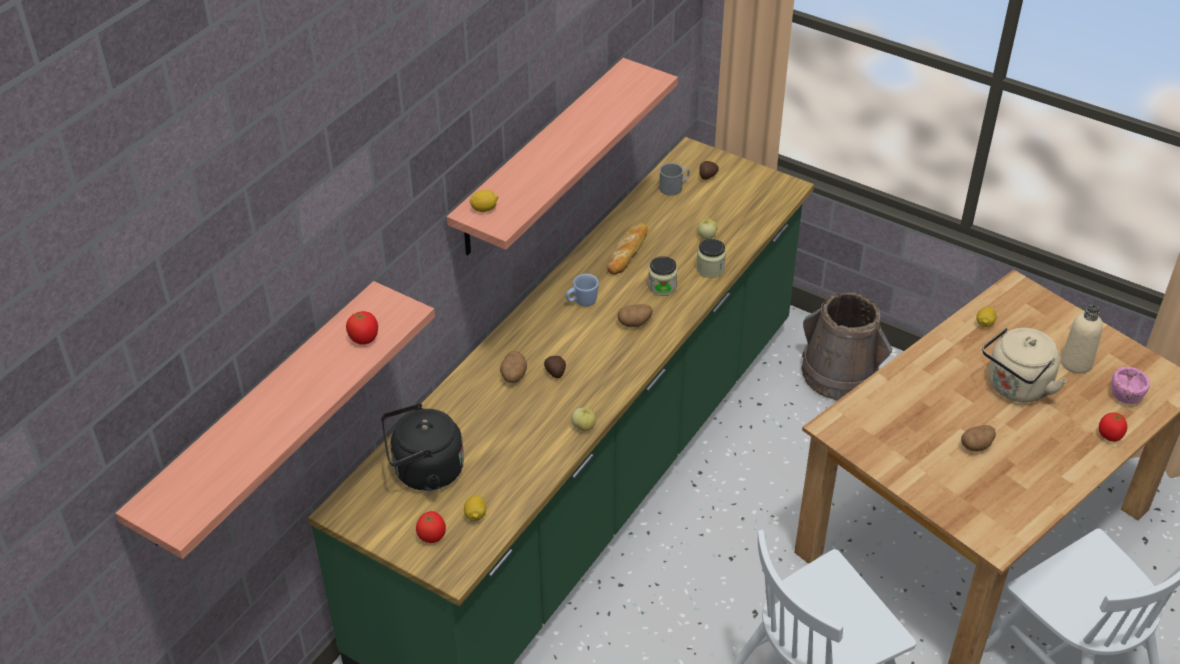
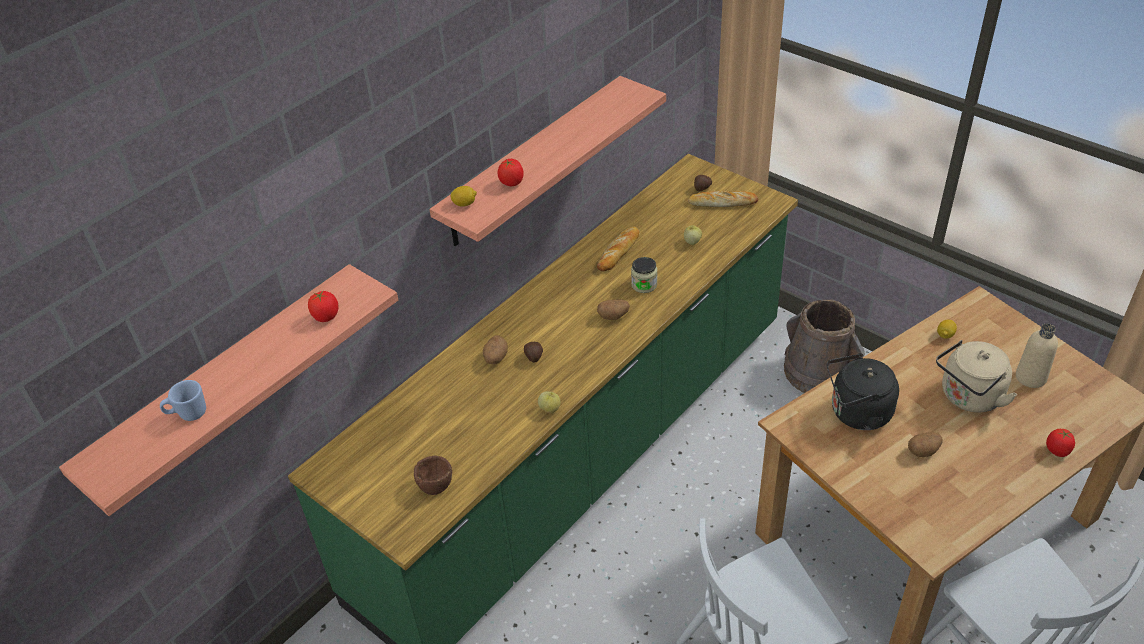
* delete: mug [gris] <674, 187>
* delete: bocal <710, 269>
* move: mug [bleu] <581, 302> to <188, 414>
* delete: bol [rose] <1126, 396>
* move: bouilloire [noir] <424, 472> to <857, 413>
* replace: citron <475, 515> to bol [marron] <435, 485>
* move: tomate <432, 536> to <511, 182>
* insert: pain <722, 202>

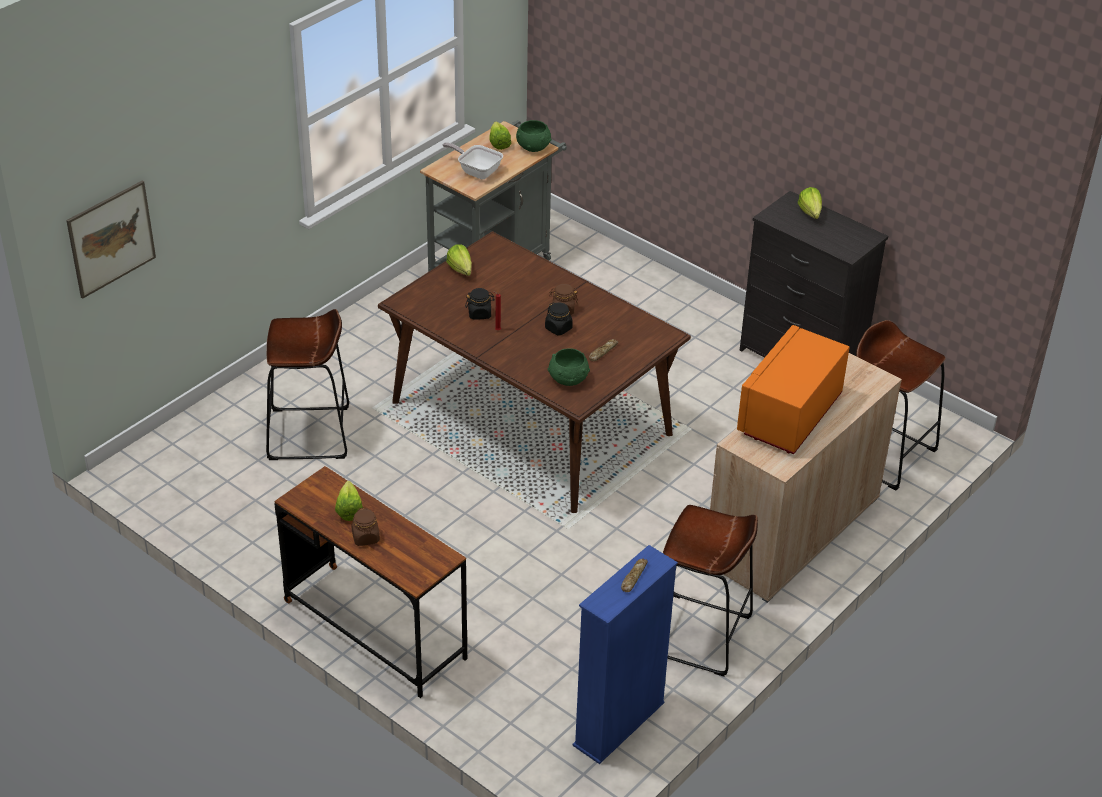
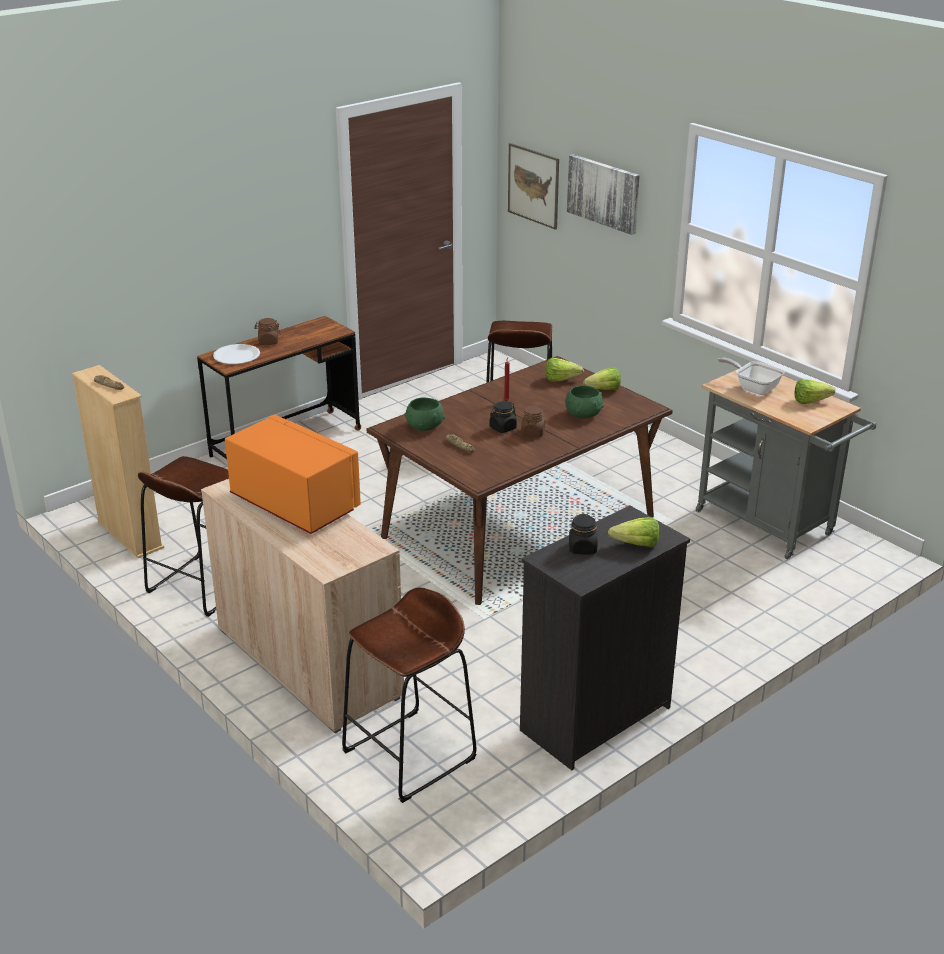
* move: bol [vert] <533, 146> to <584, 414>
* rotate: poêle <476, 171> = <753, 388> 90 degrees counterclockwise
* move: bocal [noir] <480, 313> to <582, 548>
* move: laitue <350, 508> to <564, 380>
* recolor: bibliothèque [bleu] <619, 724> to bibliothèque [beige] <130, 535>
* insert: tableau <604, 193>
* insert: assiette [blanc] <237, 356>

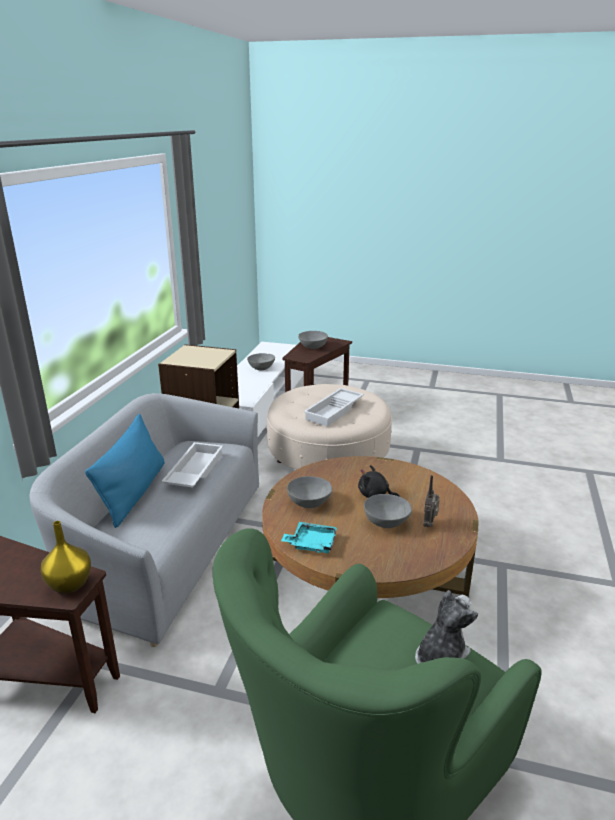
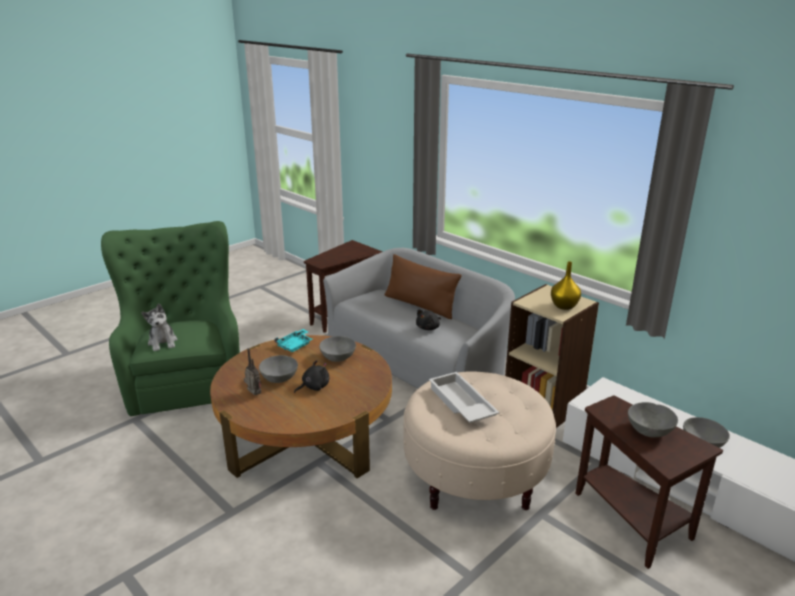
* recolor: coussin [bleu] <134, 492> to coussin [marron] <420, 305>
* replace: plateau [blanc] <193, 471> to peluche [noir] <428, 328>
* move: vase [jaune] <69, 585> to <563, 306>

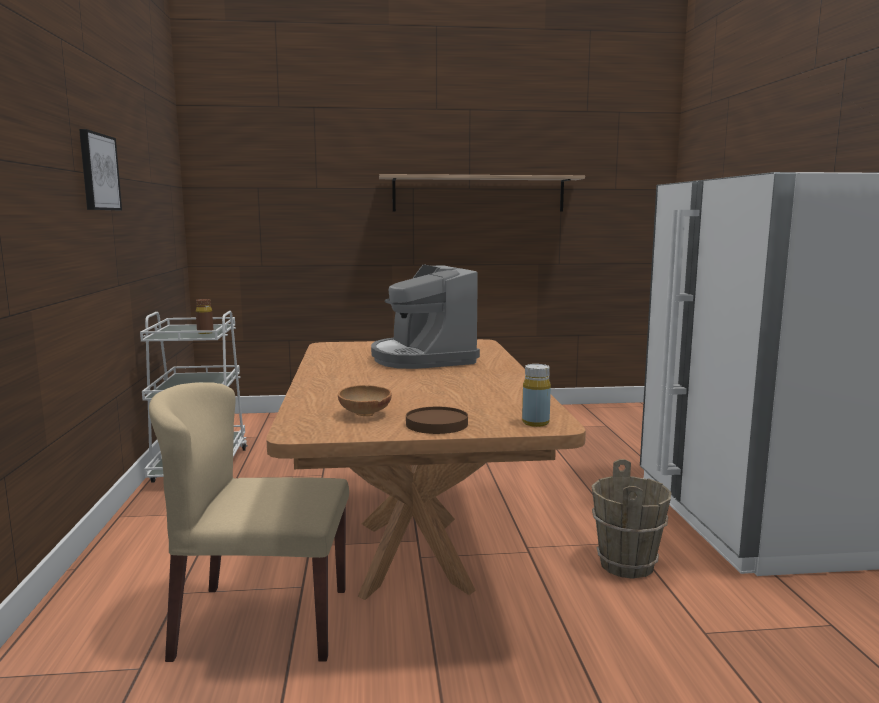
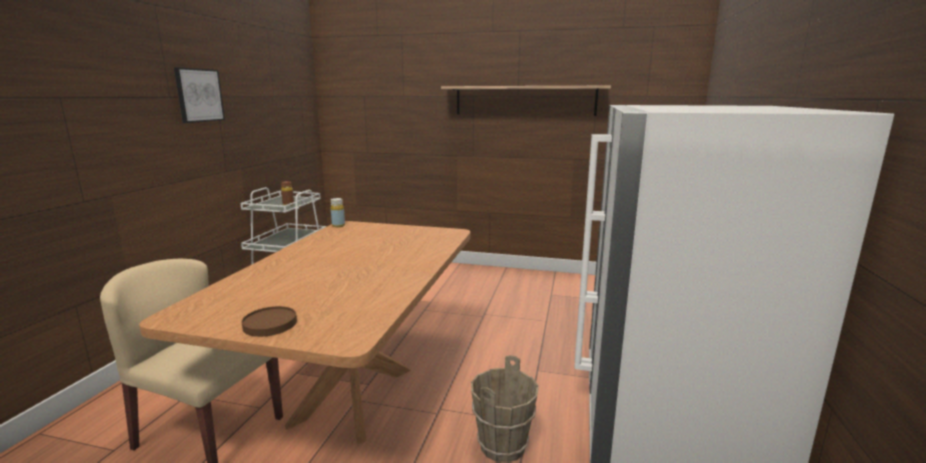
* delete: machine à café <422, 358>
* move: bouteille [jaune] <535, 423> to <338, 225>
* delete: bol [marron] <364, 415>

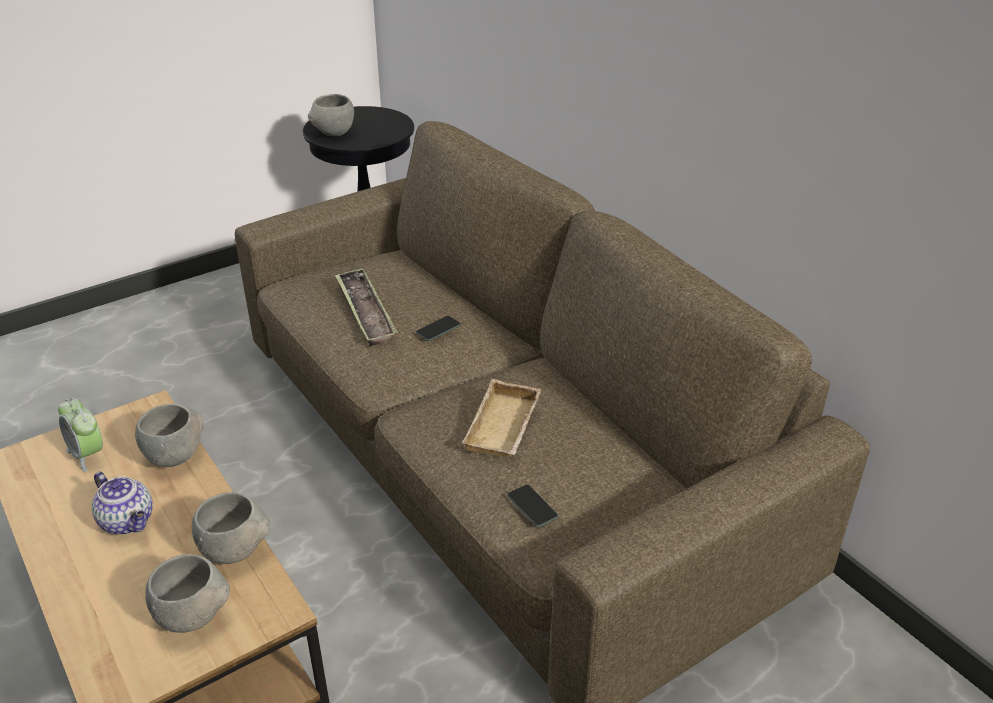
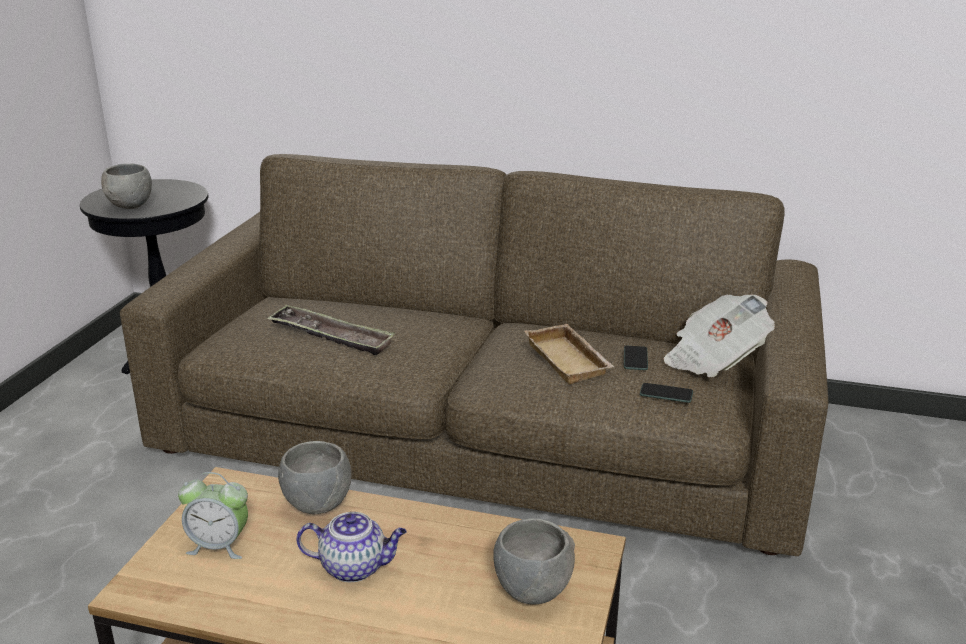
* move: téléphone <438, 329> to <635, 358>
* delete: bol [gris] <235, 552>
* insert: journal <714, 359>

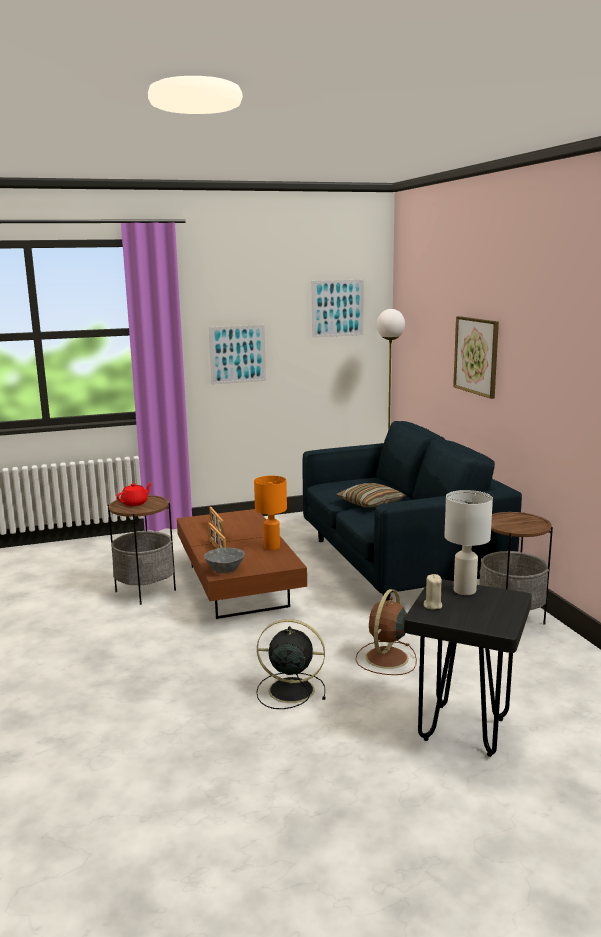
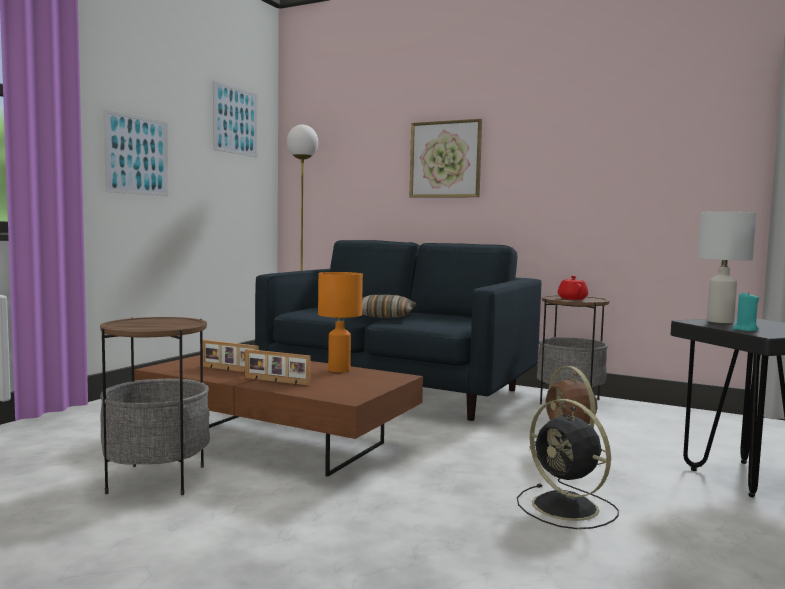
* move: théière [rouge] <135, 503> to <572, 299>
* delete: bol [gris] <225, 569>
* recolor: bougie [beige] <432, 605> to bougie [turquoise] <745, 329>
* rotate: ventilateur [noir] <289, 690> = <567, 508> 90 degrees counterclockwise

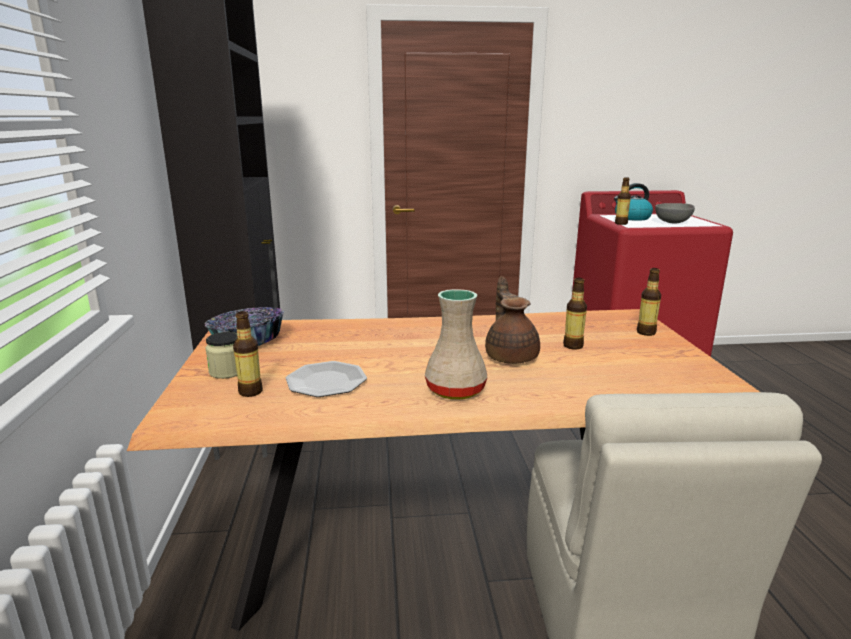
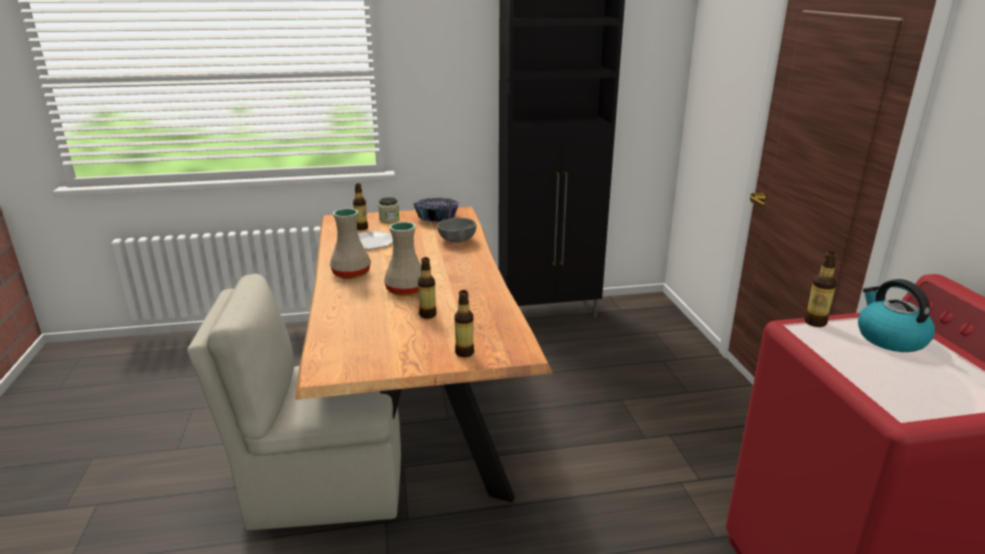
* move: bol [gris] <674, 223> to <456, 241>
* replace: théière [marron] <511, 356> to vase [beige] <407, 291>

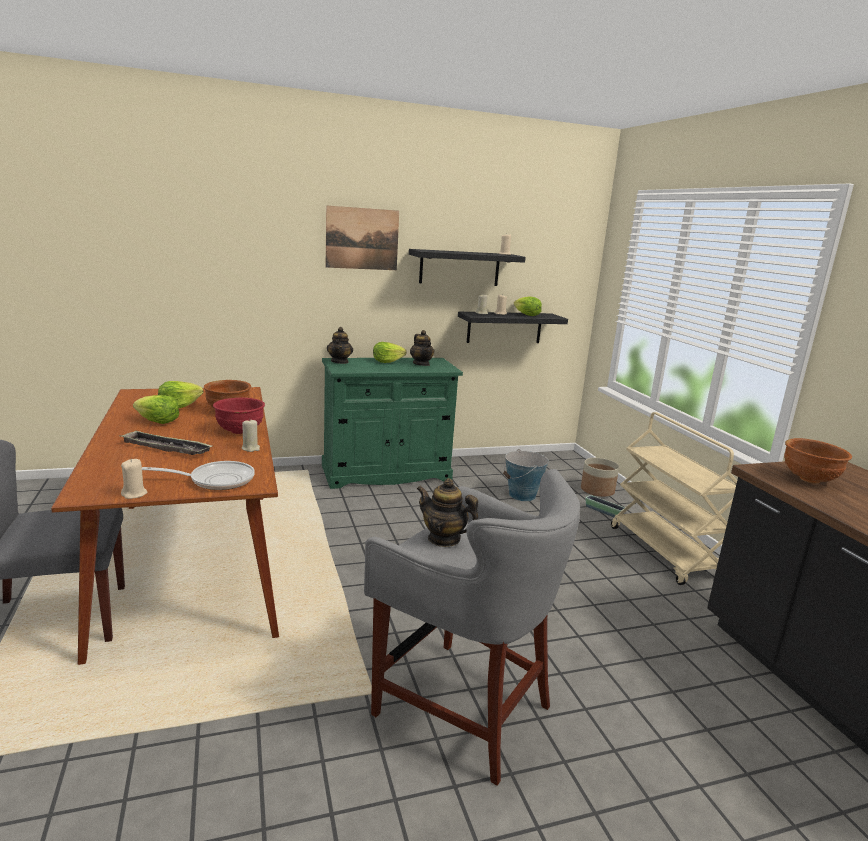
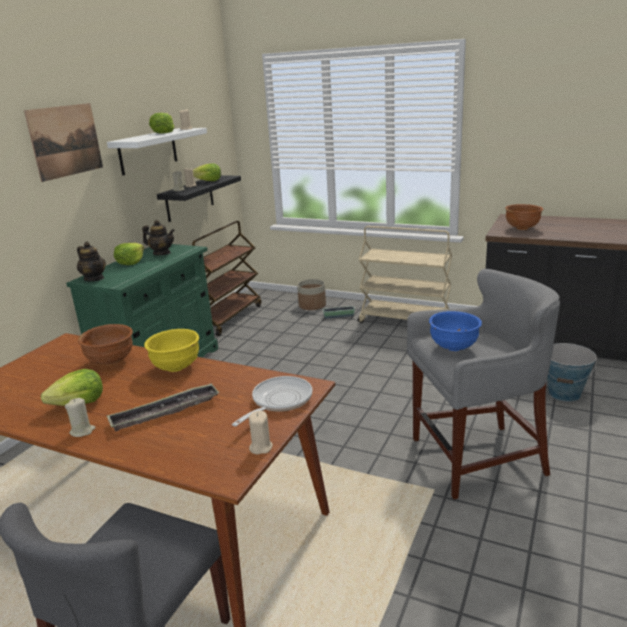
* recolor: étagère [noir] <459, 268> to étagère [blanc] <148, 151>
* move: laitue <179, 405> to <163, 132>
* recolor: bol [rouge] <240, 431> to bol [jaune] <176, 367>
* move: bougie [beige] <251, 448> to <82, 431>
* move: seau <522, 495> to <564, 393>
* replace: théière <444, 539> to bol [bleu] <454, 348>
* insert: chariot [marron] <227, 318>

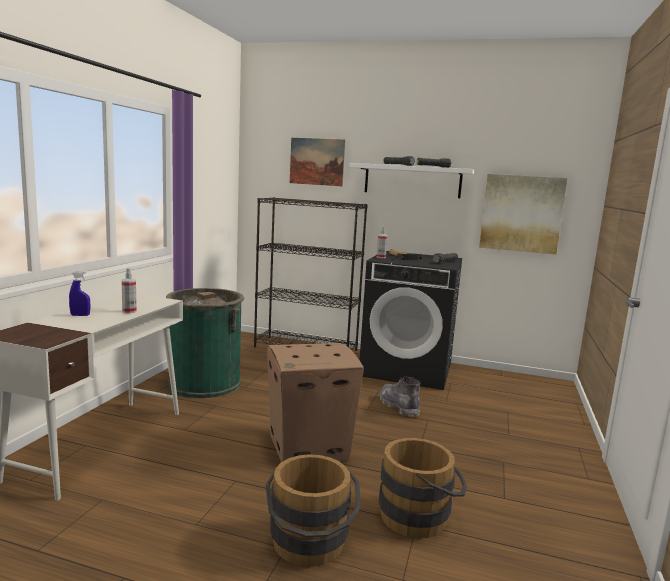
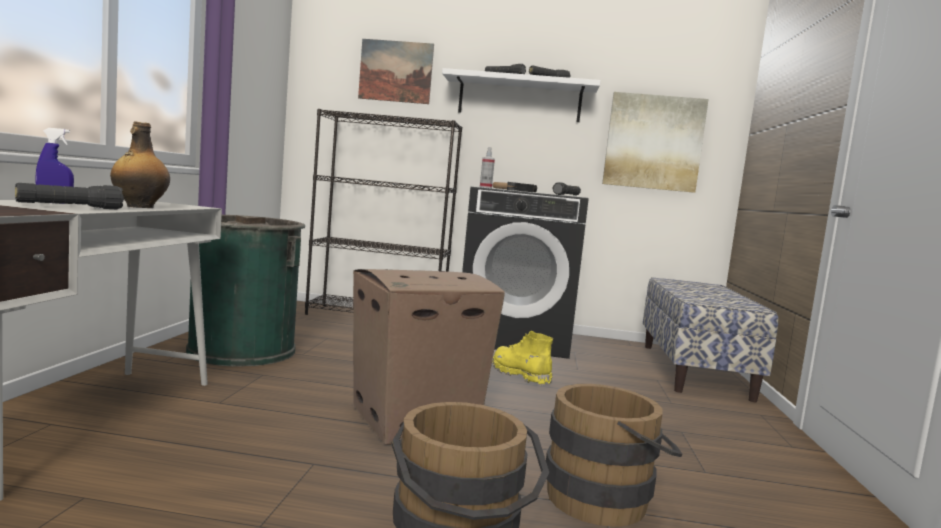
* replace: vaporisateur <129, 311> to bouteille <139, 207>
* recolor: botte [gris] <399, 406> to botte [jaune] <520, 375>
* insert: lampe de poche [noir] <71, 207>
* insert: banc <694, 371>

